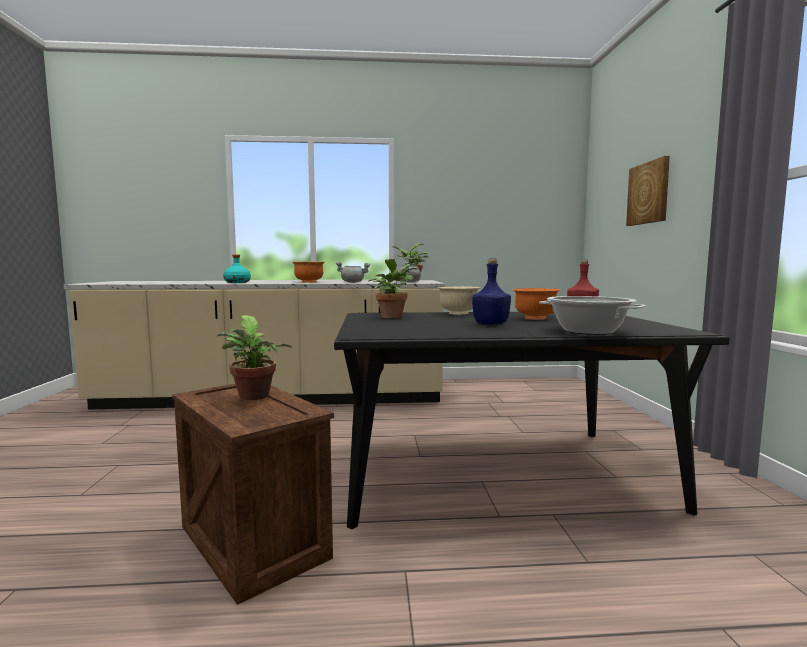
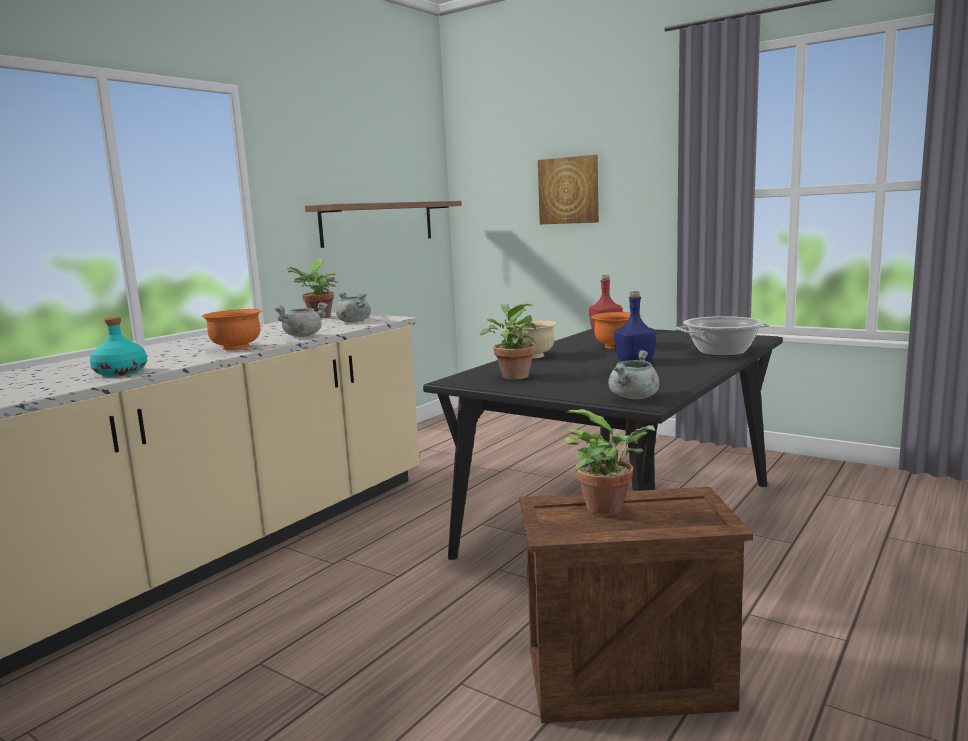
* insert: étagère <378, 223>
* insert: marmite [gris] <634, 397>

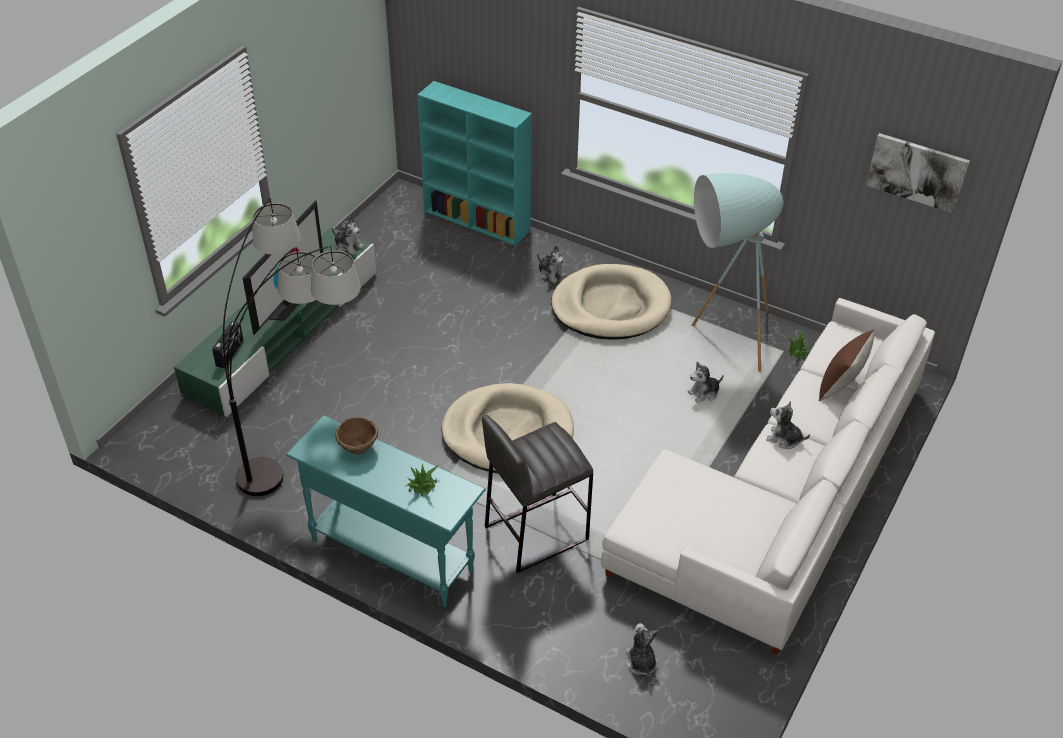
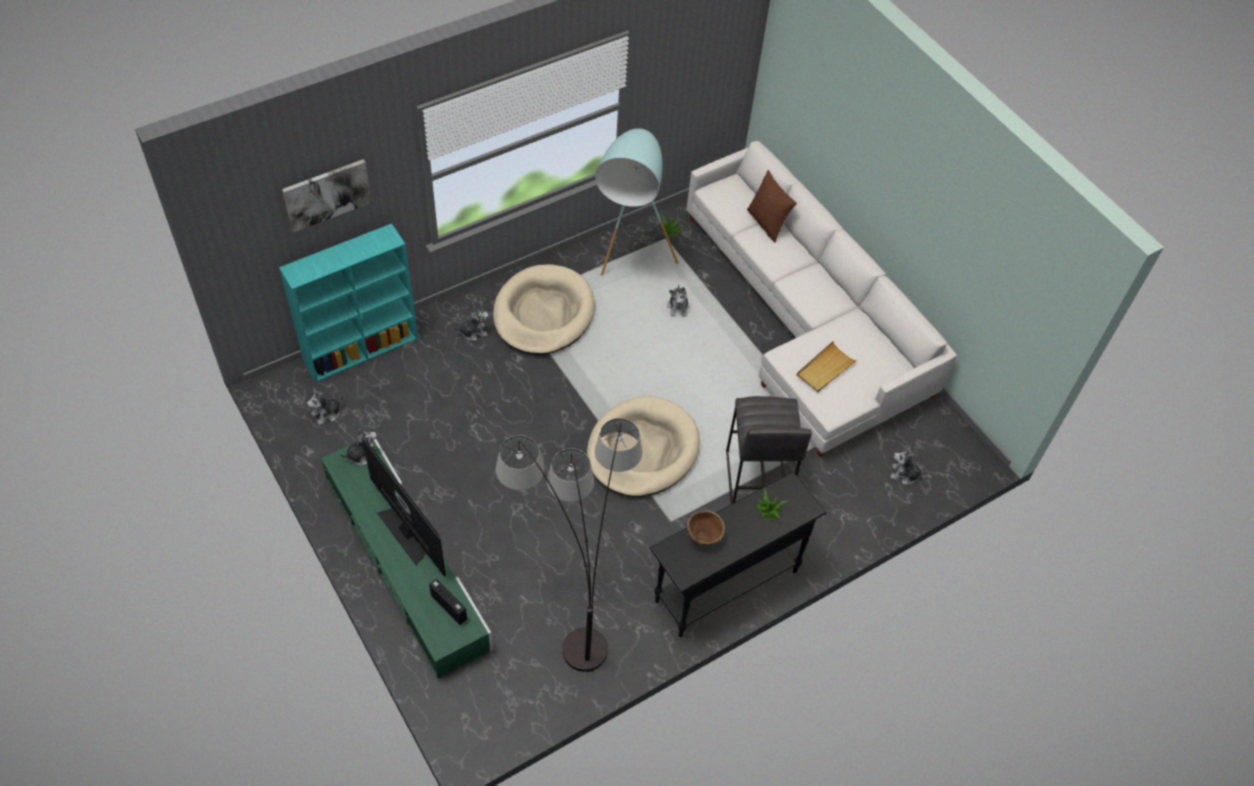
* move: tableau <917, 172> to <327, 194>
* move: peluche <784, 439> to <327, 413>
* recolor: table console [turquoise] <392, 555> to table console [noir] <725, 586>
* insert: plateau [beige] <825, 369>

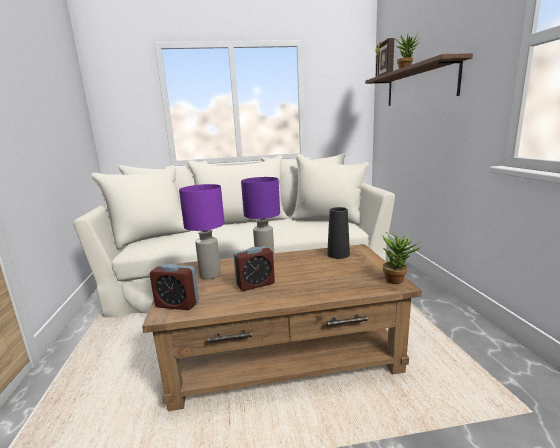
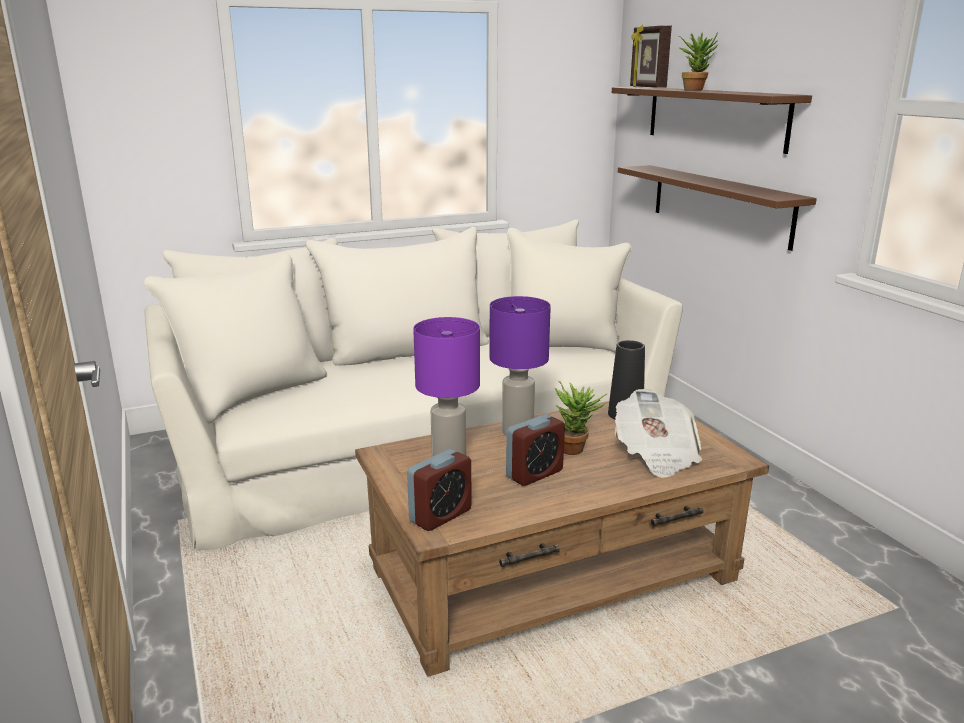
* move: plante en pot <398, 280> to <576, 449>
* rotate: réveil <177, 304> = <440, 515> 45 degrees counterclockwise
* insert: étagère [marron] <719, 204>
* insert: journal <656, 455>

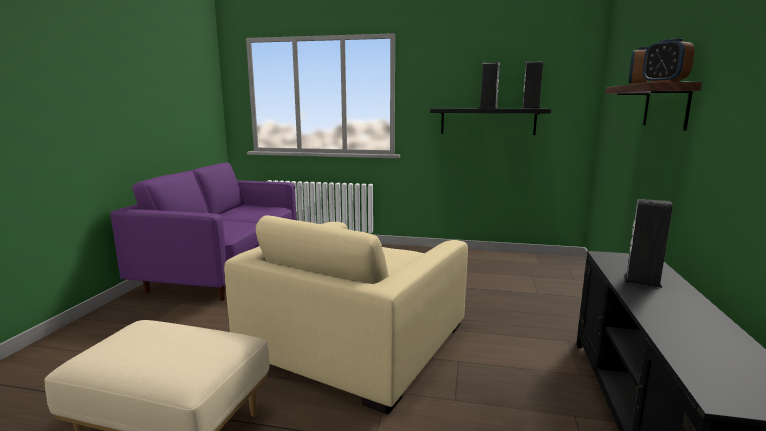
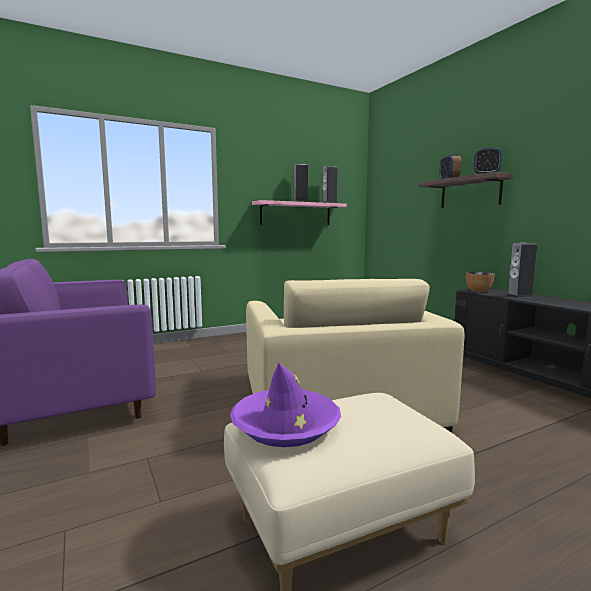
* recolor: étagère [noir] <488, 121> to étagère [rose] <296, 214>
* insert: bol <478, 291>
* insert: chapeau [violet] <285, 426>

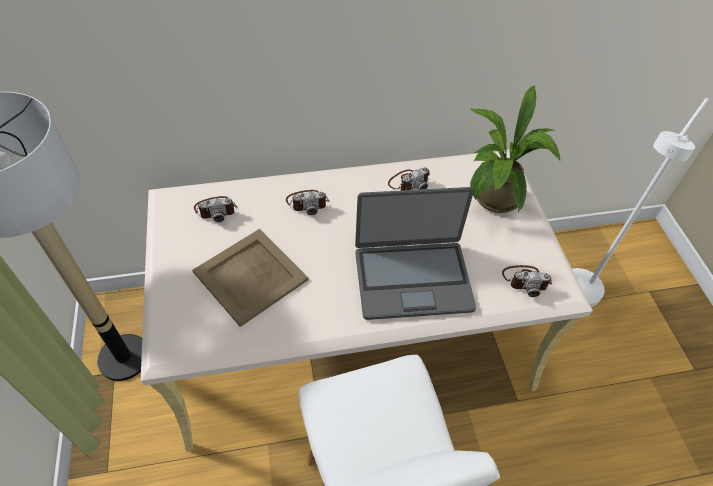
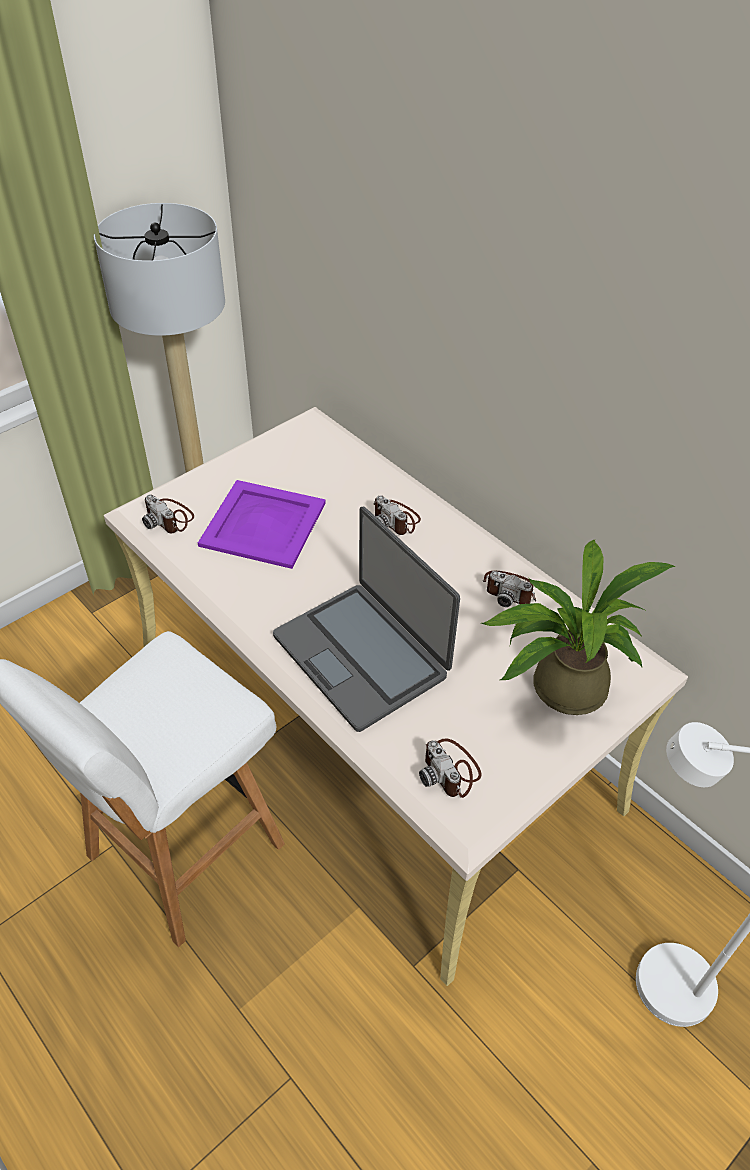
* move: appareil photo <216, 209> to <169, 518>
* recolor: plateau [beige] <250, 275> to plateau [violet] <264, 523>

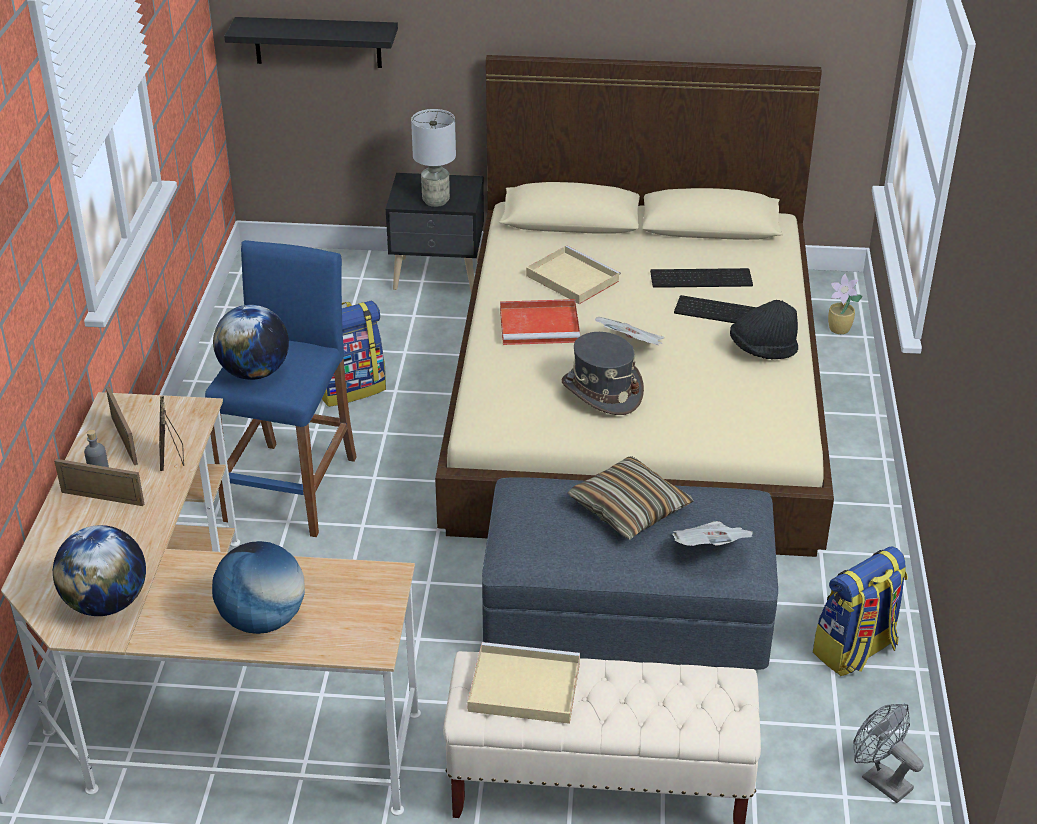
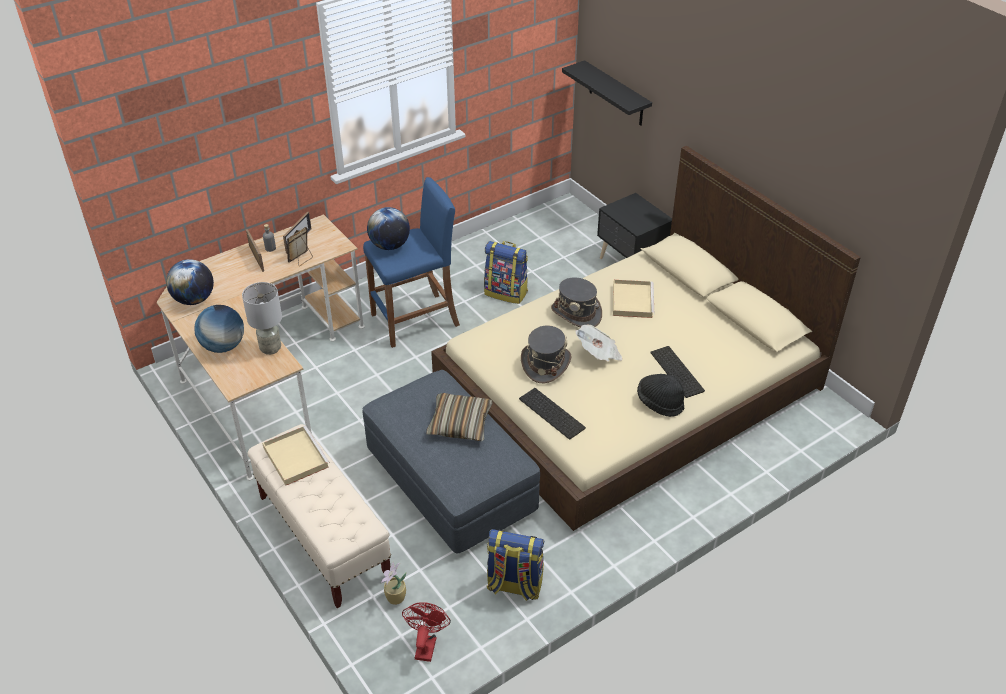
* move: lampe de table [gris] <436, 201> to <271, 349>
* move: clavier <702, 277> to <553, 413>
* move: plante en pot <839, 330> to <395, 598>
* replace: plateau [rouge] <541, 325> to chapeau [gris] <576, 313>
* delete: journal <710, 550>
* recolor: ventilateur [gris] <880, 780> to ventilateur [rouge] <426, 644>

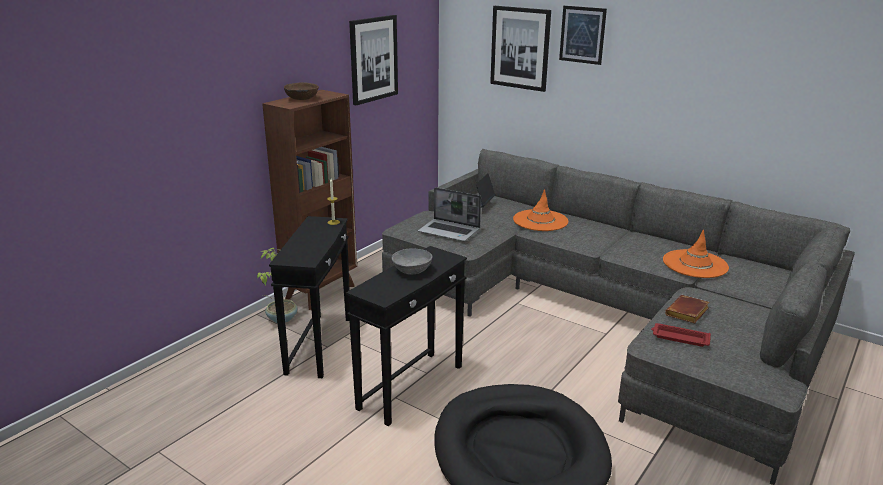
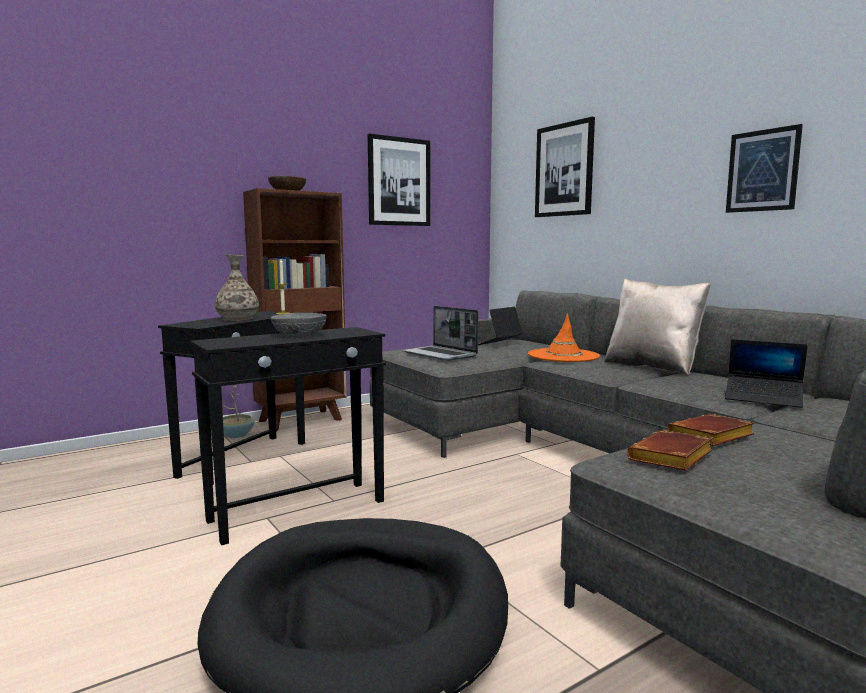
* move: tableau <582, 35> to <762, 170>
* replace: chapeau [orange] <695, 264> to ordinateur portable <763, 398>
* replace: plateau [rouge] <679, 338> to livre [marron] <672, 459>
* insert: vase <238, 319>
* insert: coussin [beige] <652, 367>

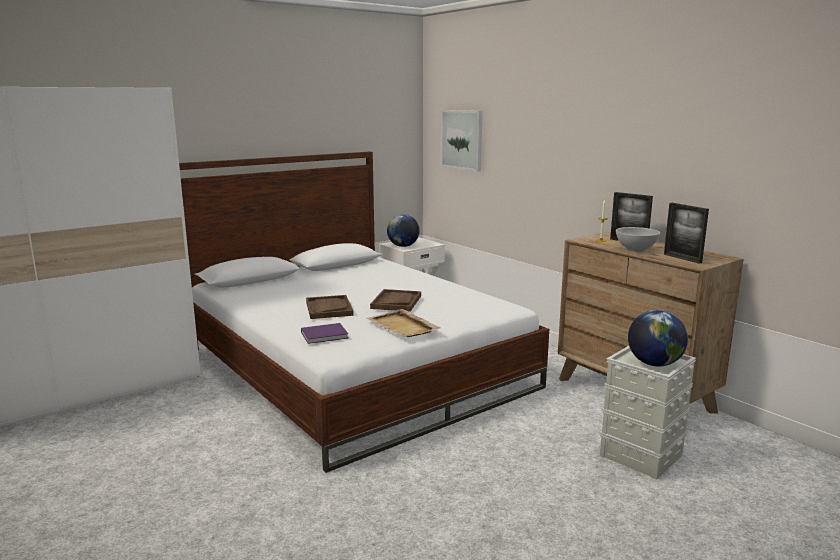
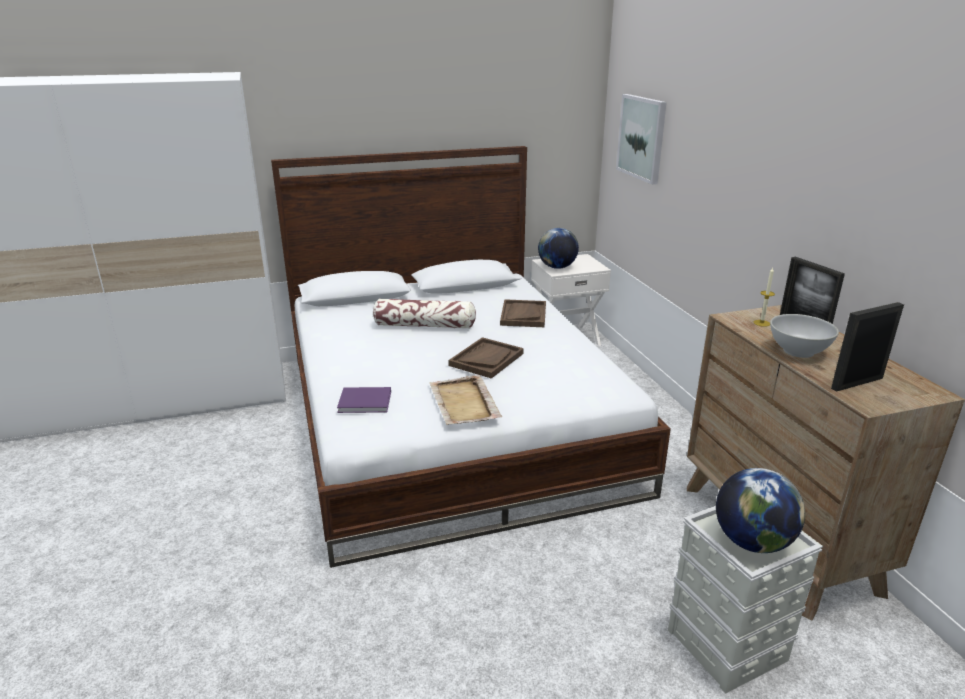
* rotate: cadre photo <682, 258> = <857, 383> 75 degrees clockwise
* move: plateau [marron] <329, 308> to <523, 315>
* insert: coussin <425, 325>

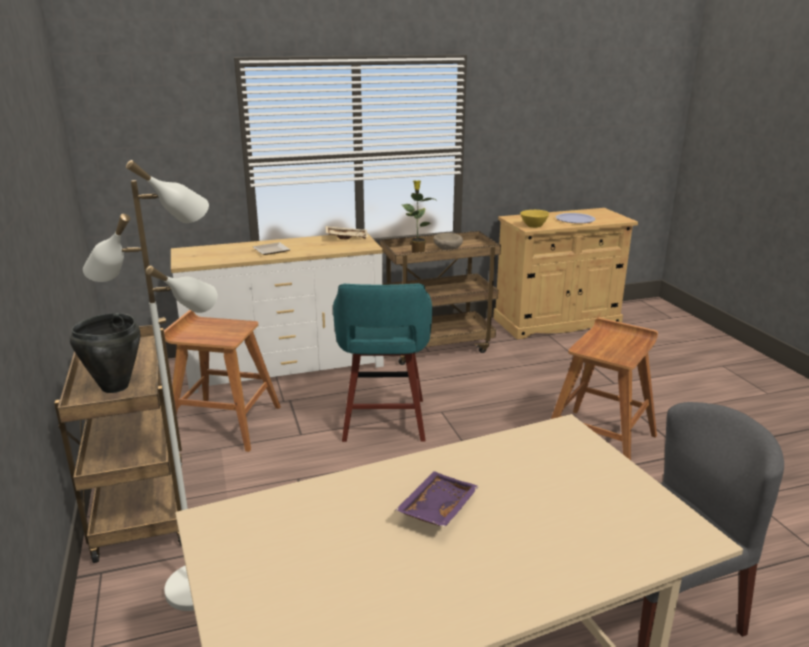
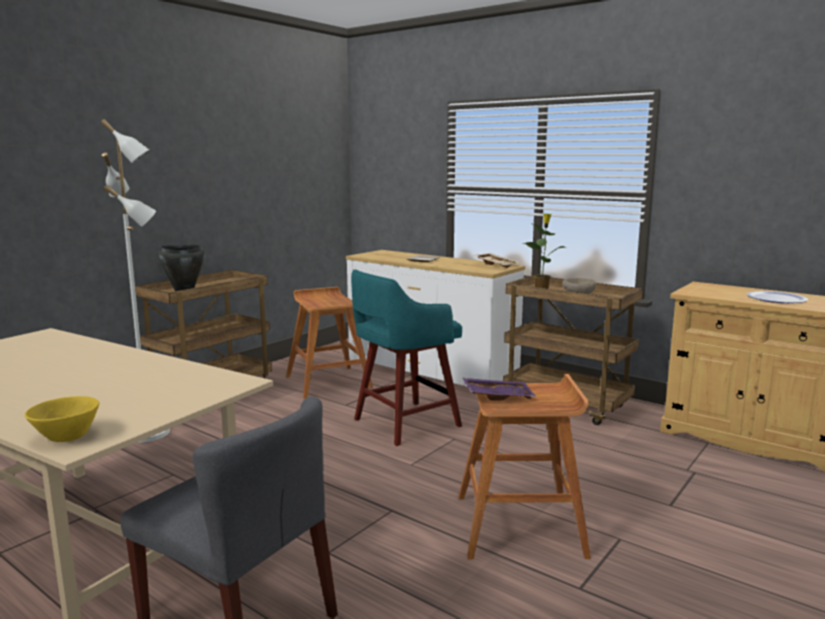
* move: bol [jaune] <533, 226> to <68, 435>
* move: plateau [violet] <436, 508> to <498, 396>

